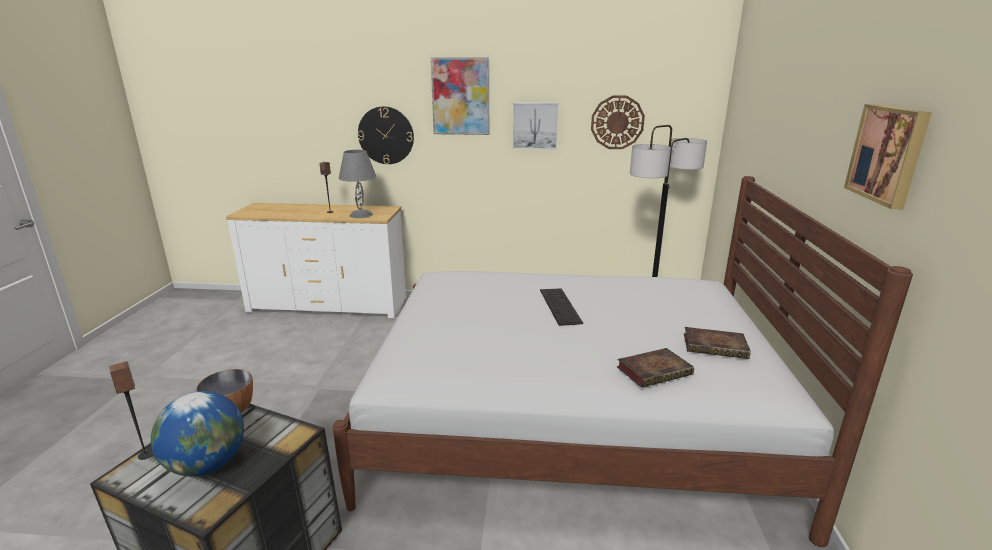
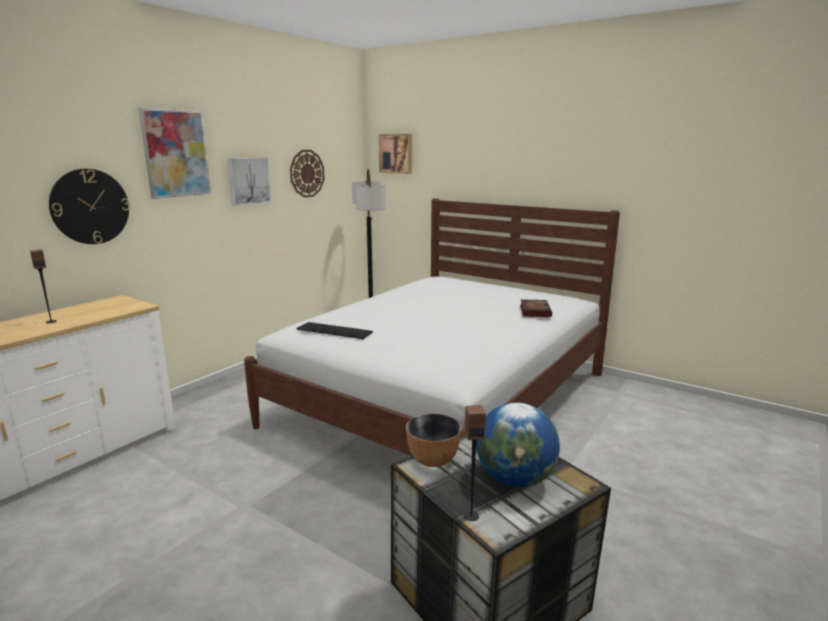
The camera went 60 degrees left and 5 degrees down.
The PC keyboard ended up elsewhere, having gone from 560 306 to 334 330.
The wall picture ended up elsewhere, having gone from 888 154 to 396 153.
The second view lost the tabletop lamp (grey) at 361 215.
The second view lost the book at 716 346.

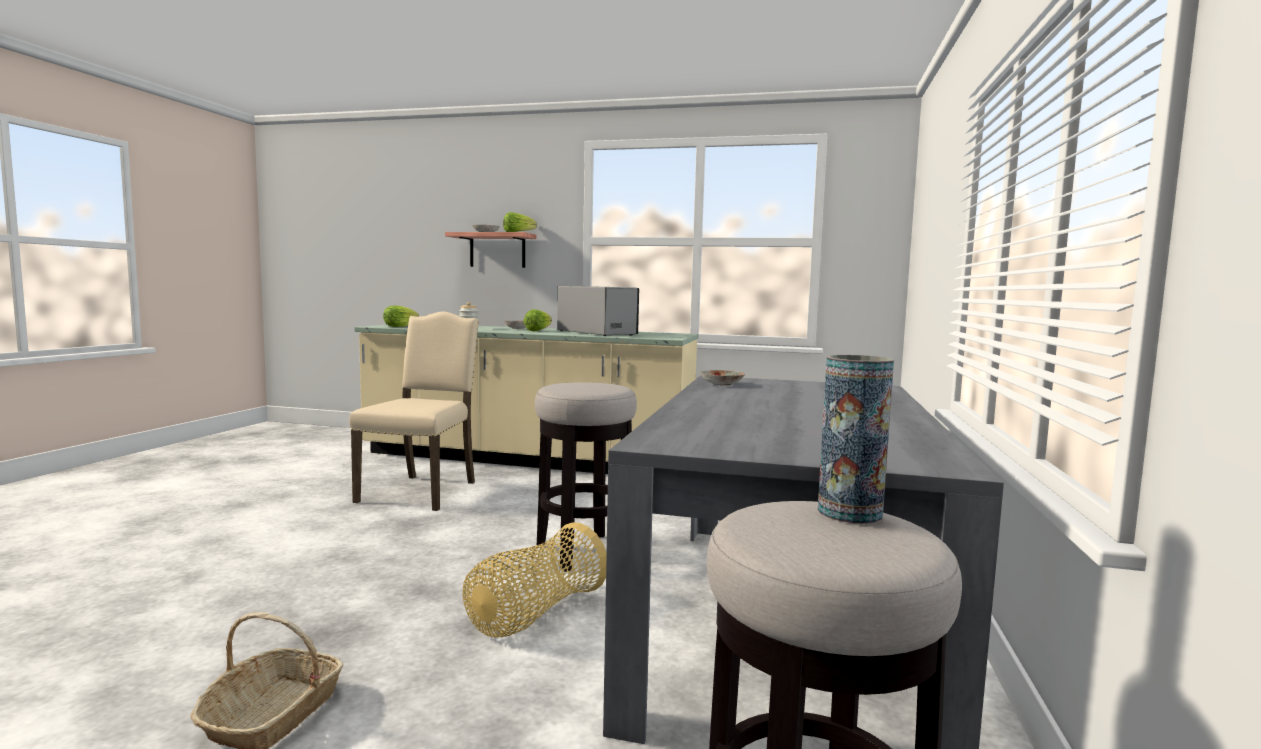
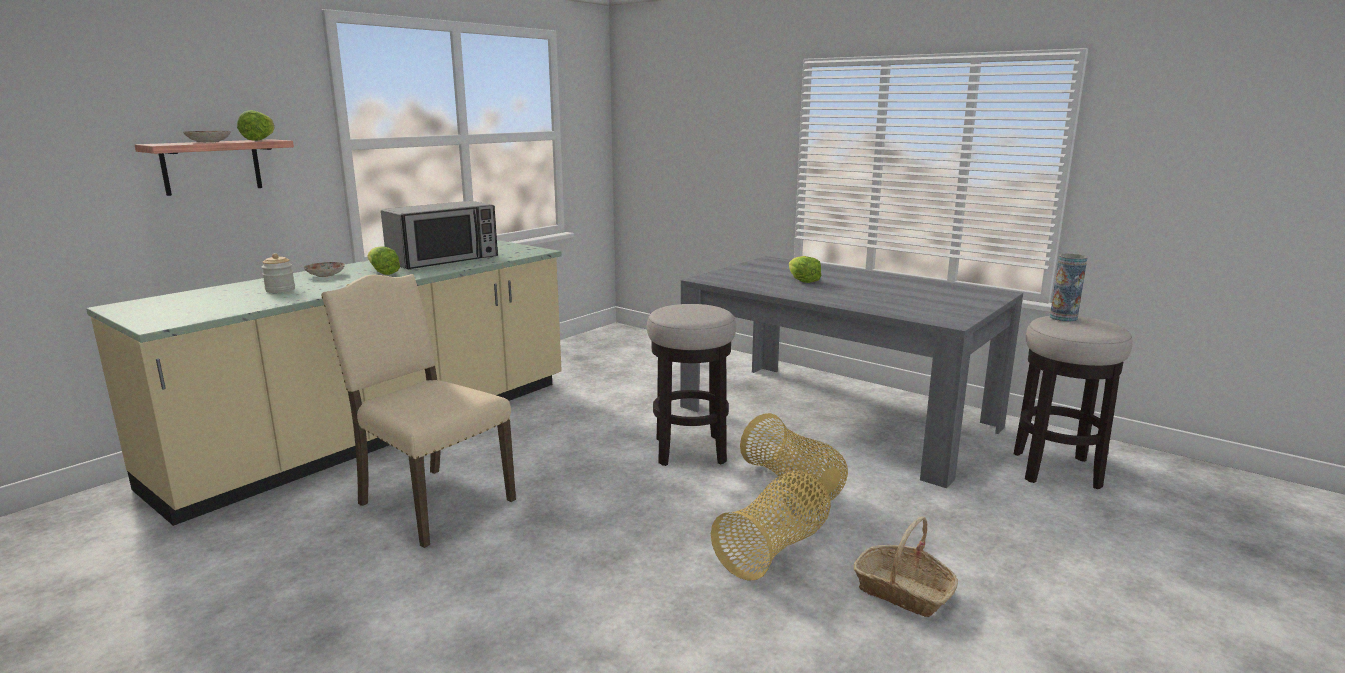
The camera went 65 degrees left and 10 degrees up.
The kitchen microwave at 596 333 ended up facing another way, 150 degrees clockwise from before.
The second view gained the basket at 774 549.
The lettuce ended up elsewhere, having gone from 399 326 to 802 280.
The second view lost the dinner plate at 722 384.

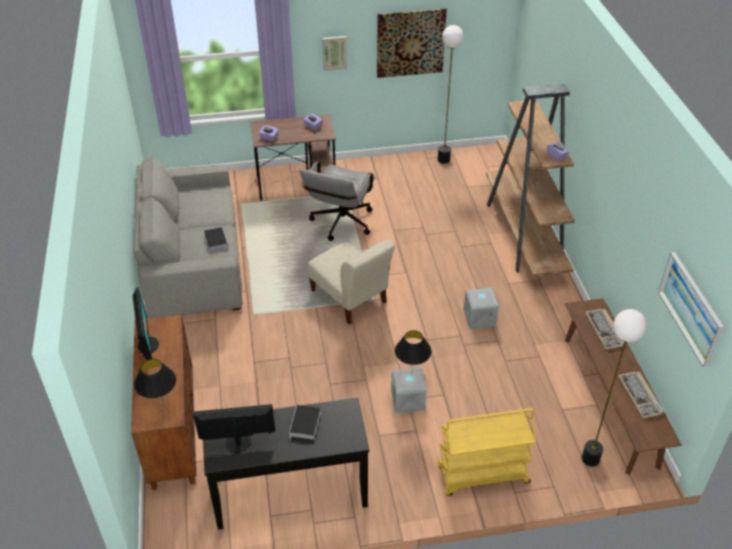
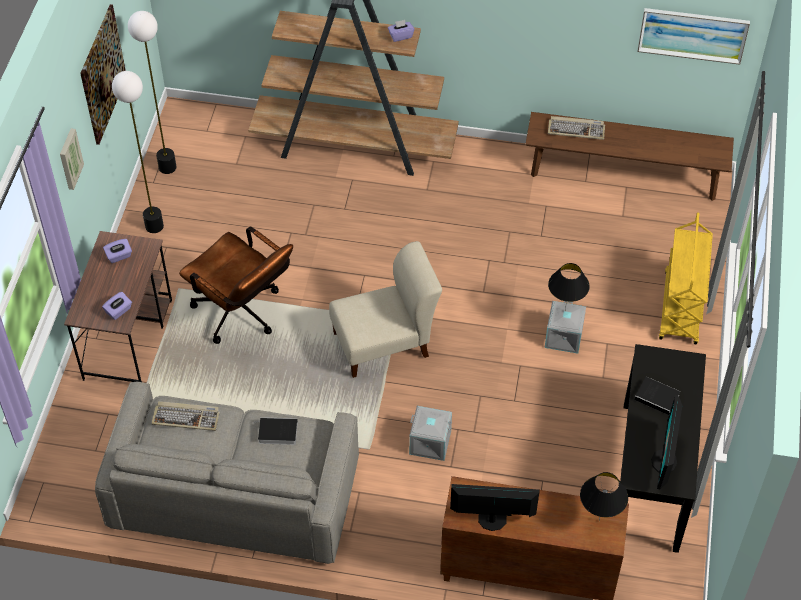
The camera went 70 degrees left and 10 degrees up.
The standing lamp ended up elsewhere, having gone from 590 458 to 154 226.
The PC keyboard ended up elsewhere, having gone from 640 396 to 187 417.
What was the desk chair (grey) at 339 225 turned into the desk chair (brownish) at 242 315.
The storage box (grey) ended up elsewhere, having gone from 478 317 to 429 443.

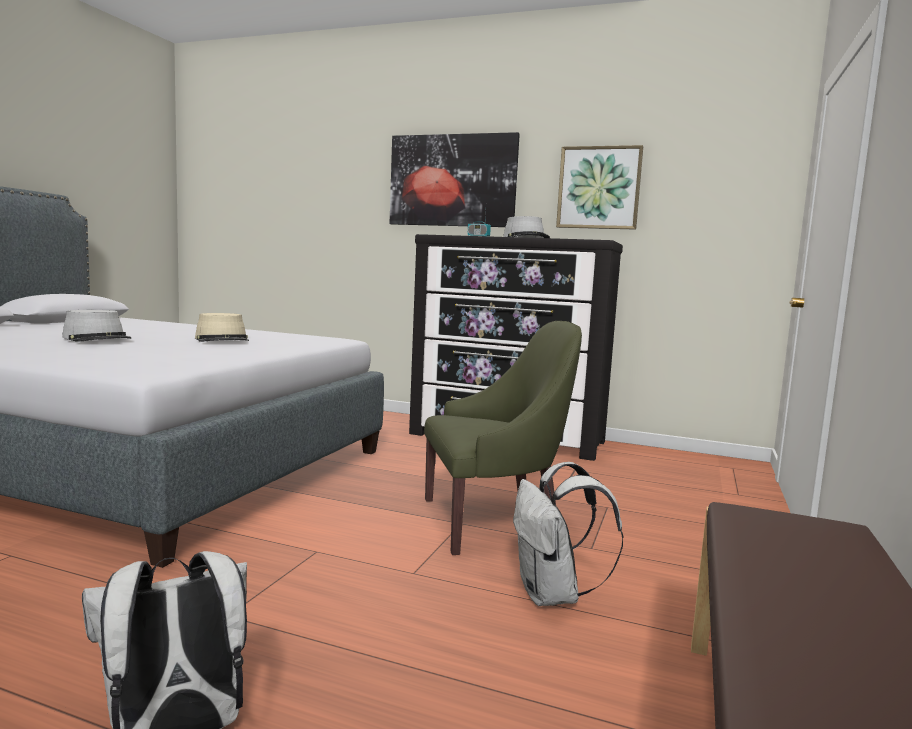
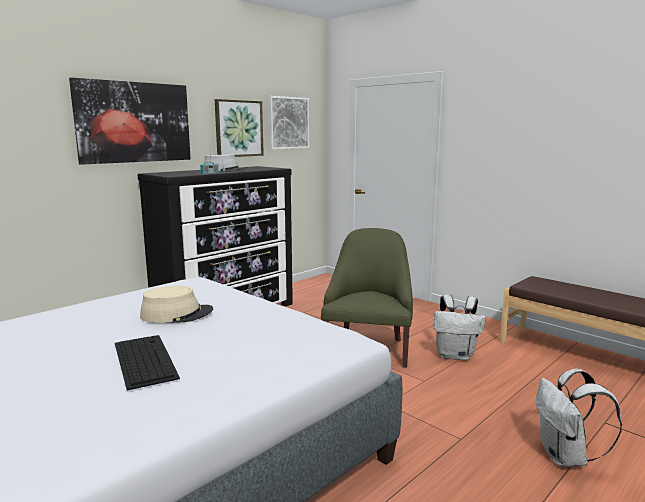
The camera went 65 degrees left and 5 degrees up.
Where the hat (grey) stood at 97 338, the PC keyboard came to stand at 144 359.
The second view gained the wall picture at 288 123.

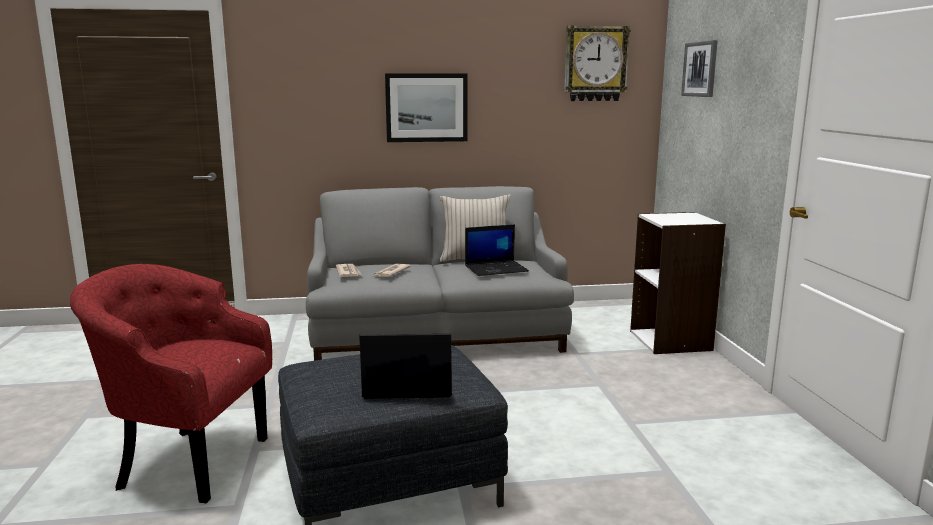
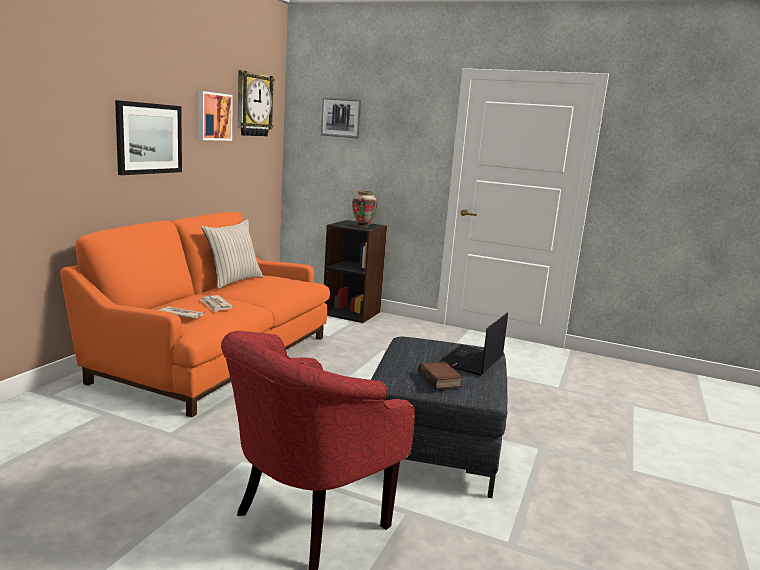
The camera went 60 degrees left and 0 degrees up.
What was the couch (grey) at 437 333 turned into the couch (orange) at 215 356.
The second view gained the wall picture at 213 116.
What was the bookshelf (white) at 671 341 turned into the bookshelf (blackish) at 352 313.
The second view gained the flower vase at 363 227.
The second view gained the book at 441 379.
The second view lost the portable computer at 496 268.

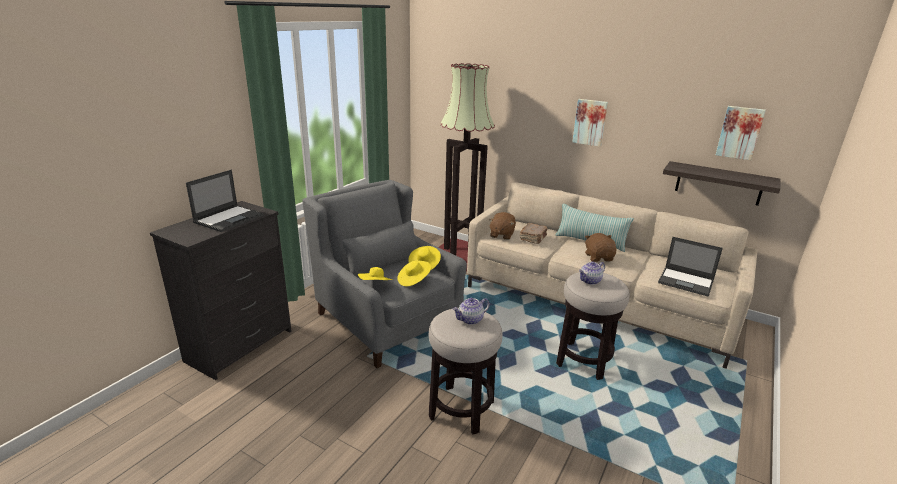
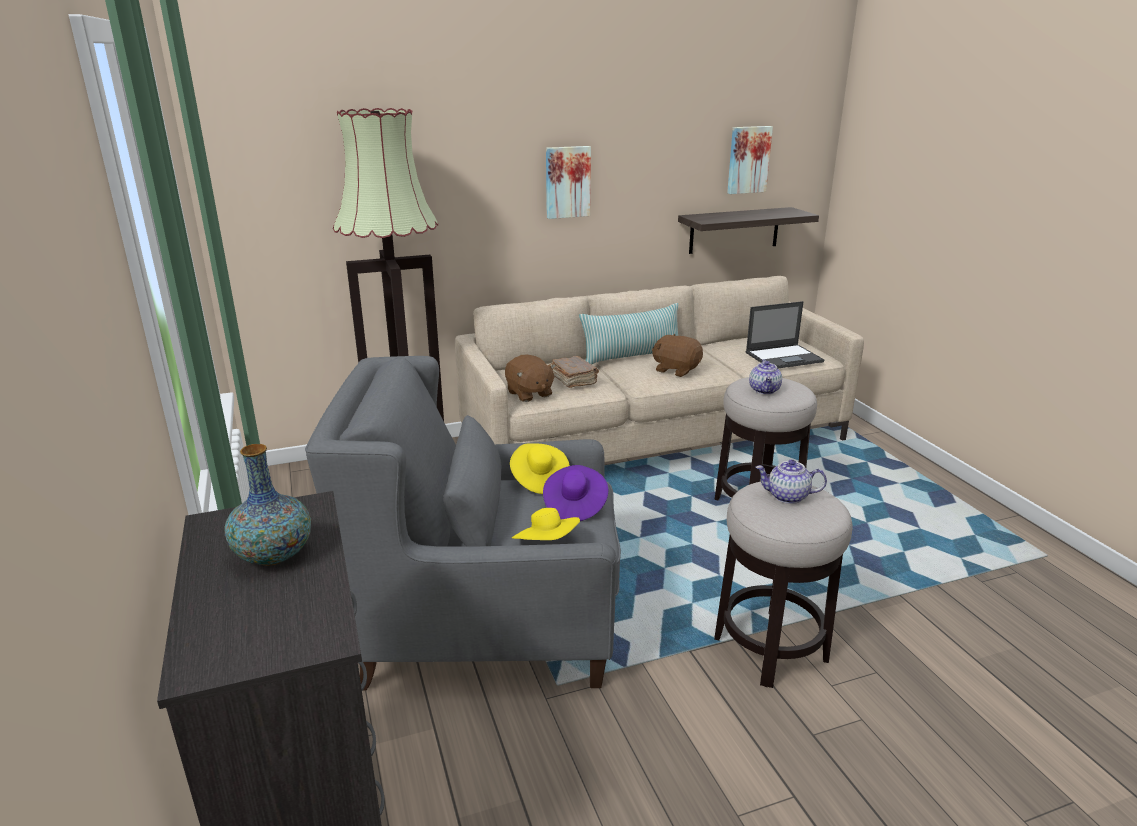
The camera went 50 degrees left and 0 degrees up.
Where the portable computer stood at 229 218, the flower vase came to stand at 273 555.
What was the hat (yellowish) at 414 280 turned into the hat (purple-coloured) at 574 506.
The pot for tea at 470 320 ended up facing another way, 90 degrees clockwise from before.

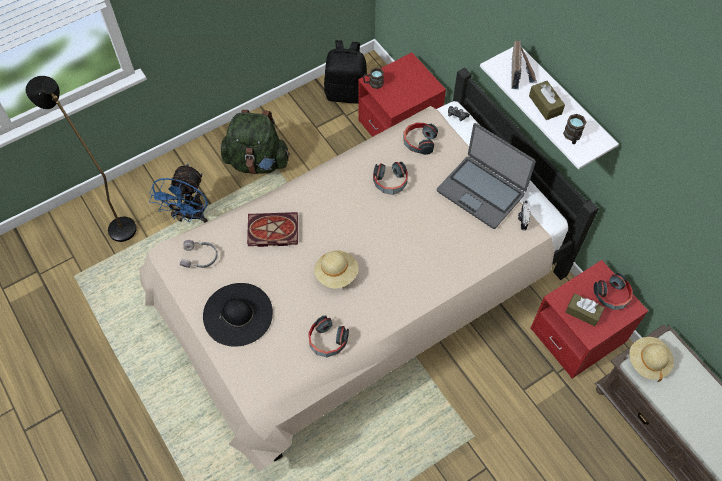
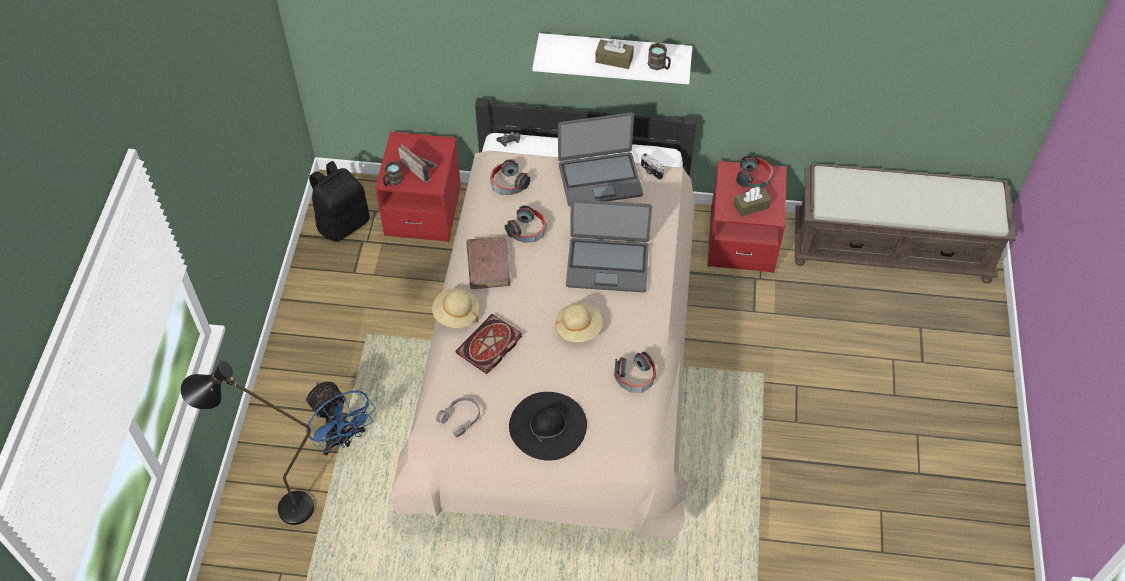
The camera went 50 degrees left and 5 degrees down.
The radio ended up elsewhere, having gone from 520 73 to 418 167.
The hat (beige) ended up elsewhere, having gone from 647 362 to 456 314.
The second view gained the book (brownish) at 488 264.
The second view gained the portable computer at 607 264.
The second view lost the rucksack (greenish) at 257 162.

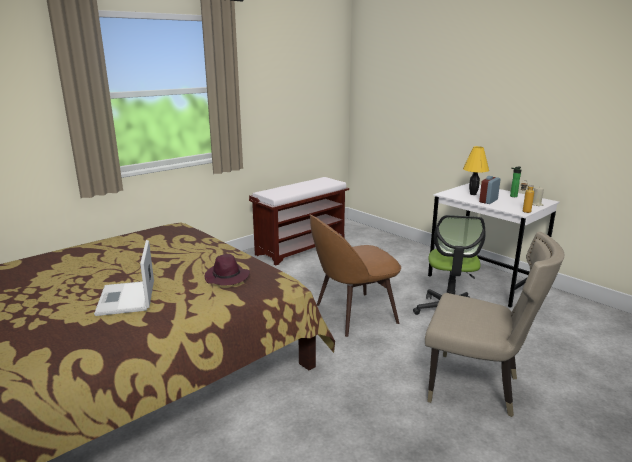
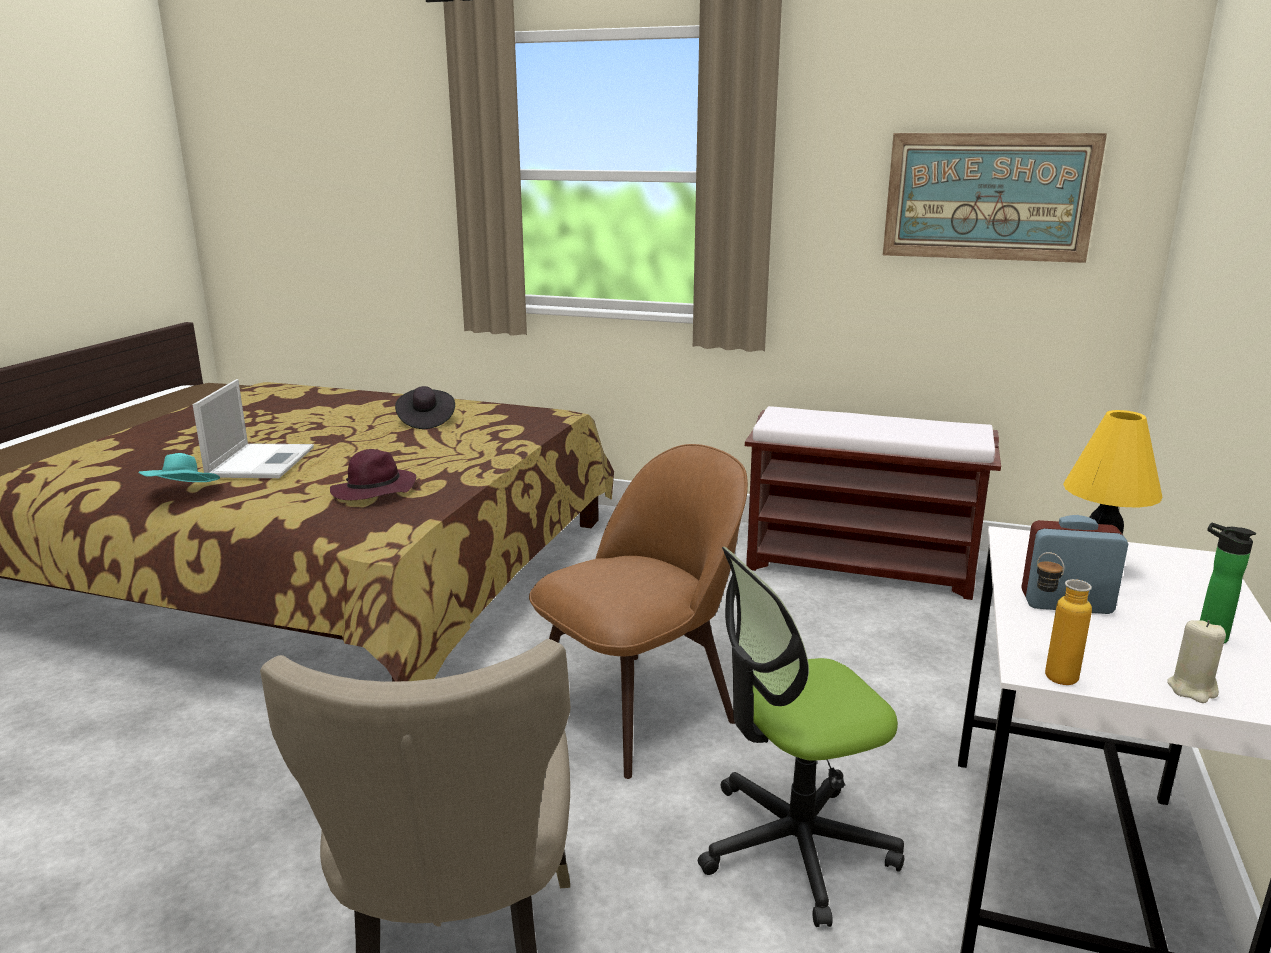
The camera went 60 degrees right and 0 degrees up.
The second view gained the hat (turquoise) at 183 493.
The portable computer at 126 299 ended up facing another way, 135 degrees clockwise from before.
The second view gained the hat (blackish) at 425 421.
The chair (brownish) at 352 314 ended up facing another way, 105 degrees clockwise from before.
The second view gained the wall picture at 988 197.

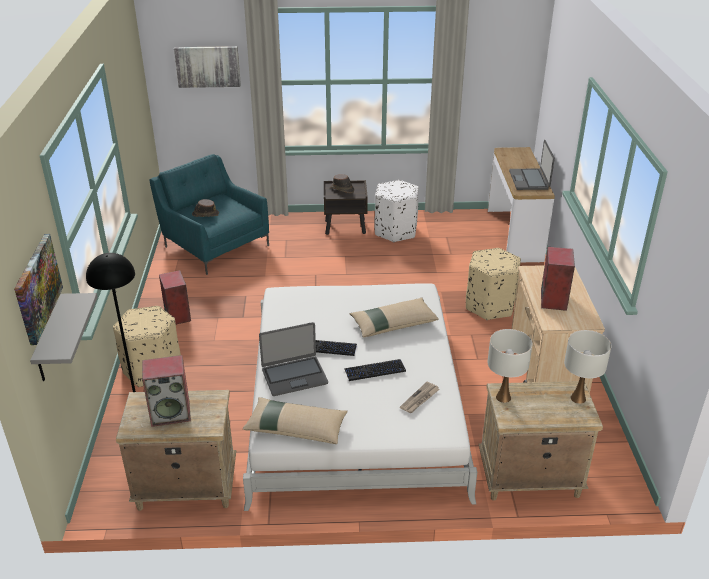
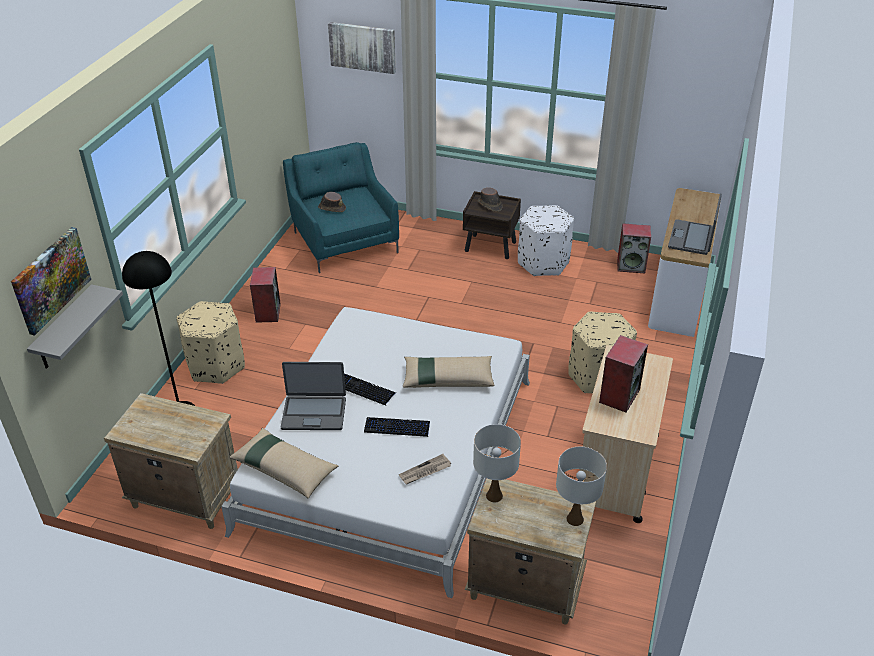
The camera went 20 degrees right and 5 degrees up.
The loudspeaker ended up elsewhere, having gone from 171 413 to 631 266.

